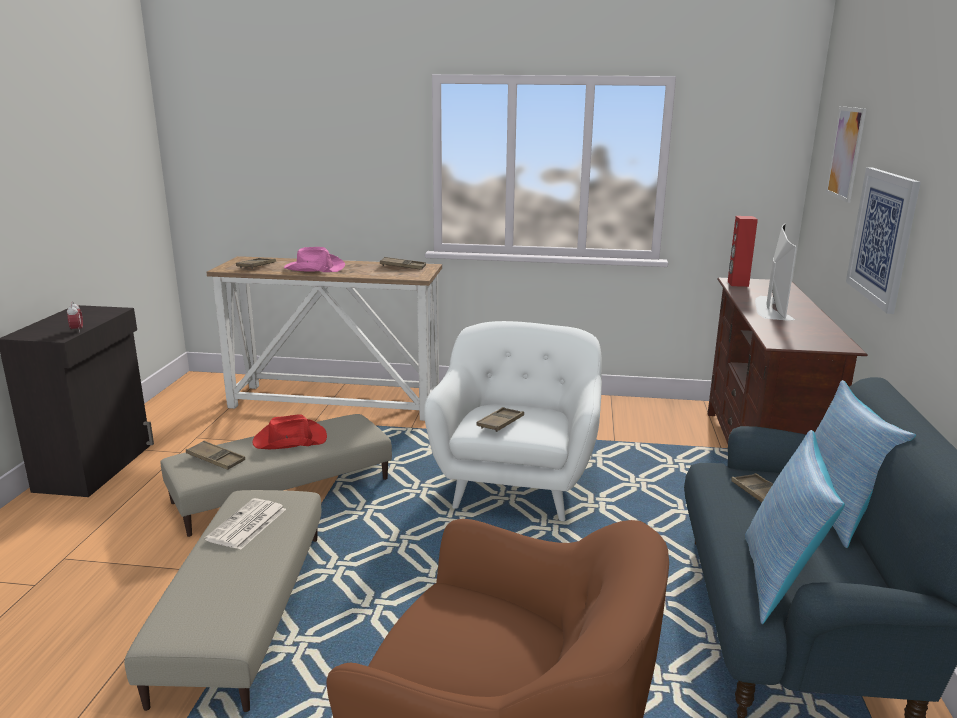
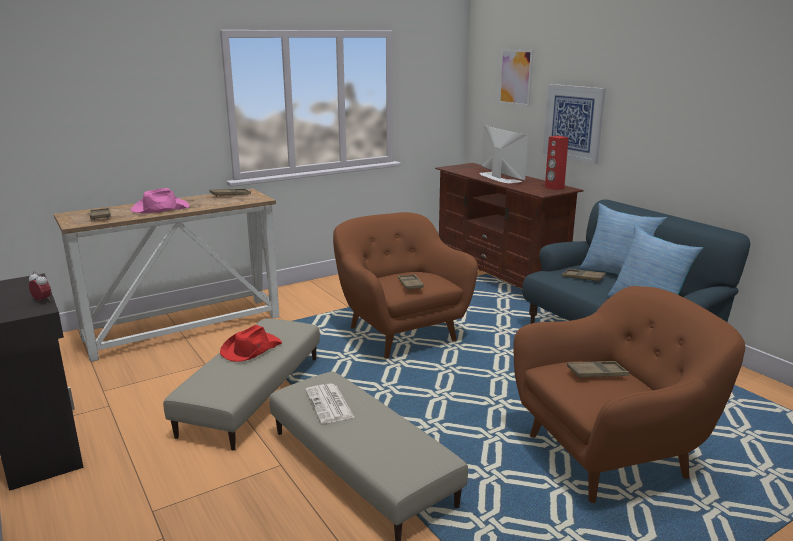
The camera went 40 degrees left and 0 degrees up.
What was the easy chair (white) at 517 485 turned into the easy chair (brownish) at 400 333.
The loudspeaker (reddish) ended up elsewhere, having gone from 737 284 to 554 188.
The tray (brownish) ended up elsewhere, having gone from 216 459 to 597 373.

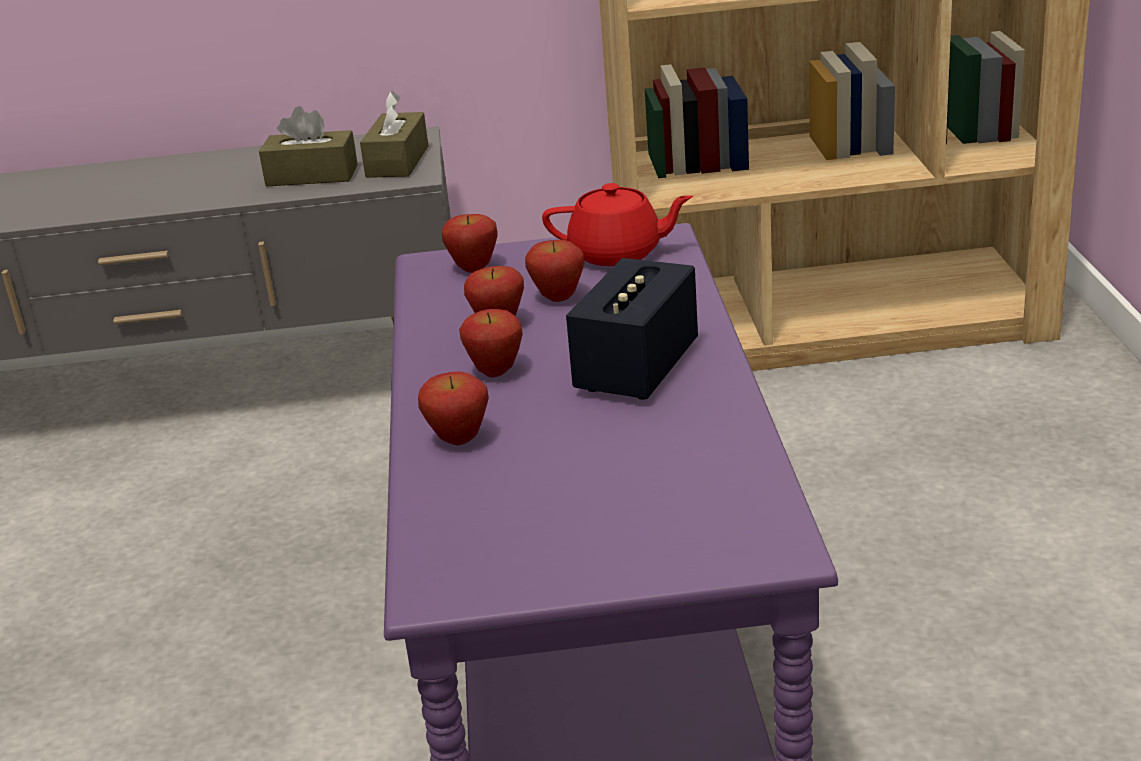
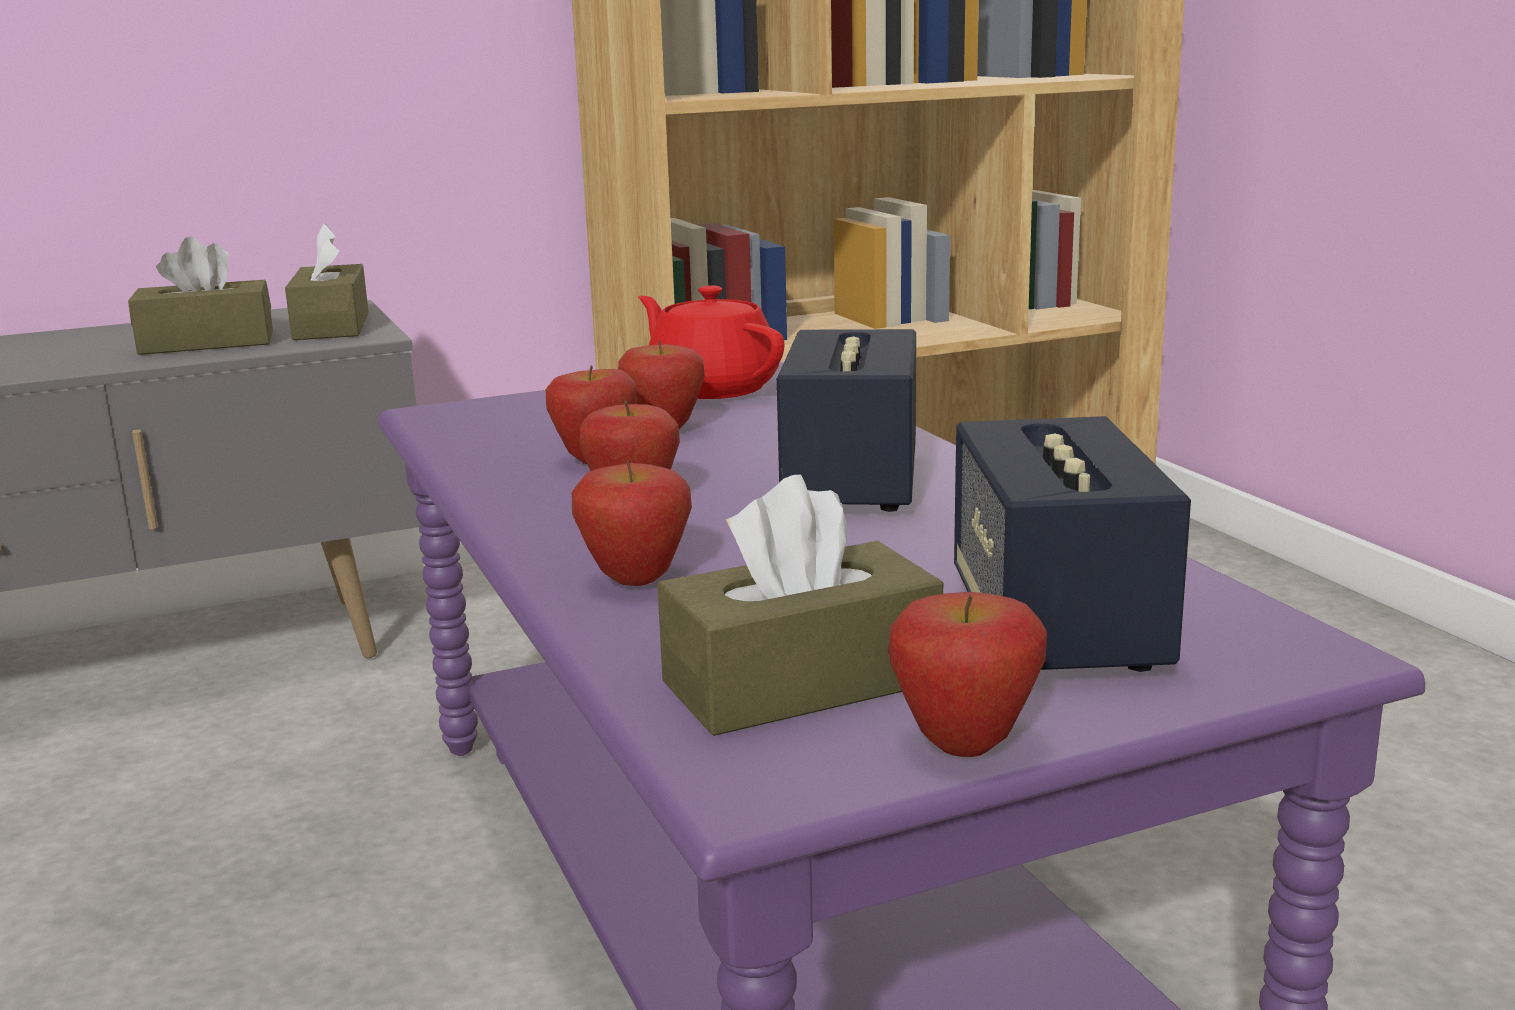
The camera went 20 degrees left and 10 degrees down.
The pot for tea (reddish) at 618 254 ended up facing another way, 120 degrees counterclockwise from before.
The second view gained the tissue holder (brownish) at 801 683.
The apple fruit ended up elsewhere, having gone from 474 269 to 964 745.
The second view gained the loudspeaker at 1056 627.

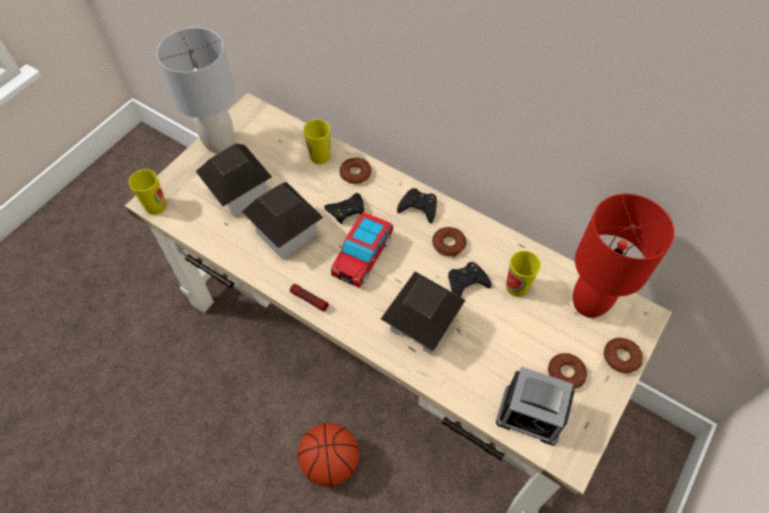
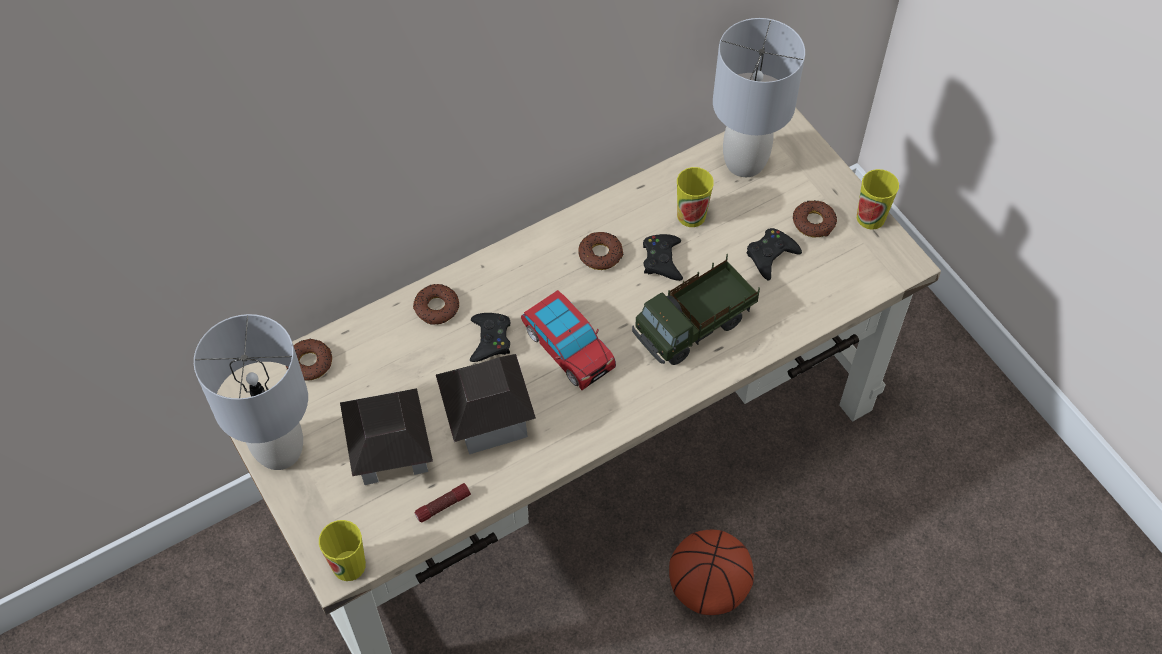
The camera went 65 degrees left and 0 degrees up.
The donut ended up elsewhere, having gone from 621 357 to 310 363.
The hand torch ended up elsewhere, having gone from 309 300 to 443 506.
Where the miniature house stood at 421 325, the toy truck came to stand at 694 327.
What was the tabletop lamp (reddish) at 589 303 turned into the tabletop lamp (grey) at 744 162.
The gamepad (blackish) ended up elsewhere, having gone from 418 207 to 771 256.
The cup ended up elsewhere, having gone from 320 156 to 870 217.
The second view lost the alarm clock at 530 415.

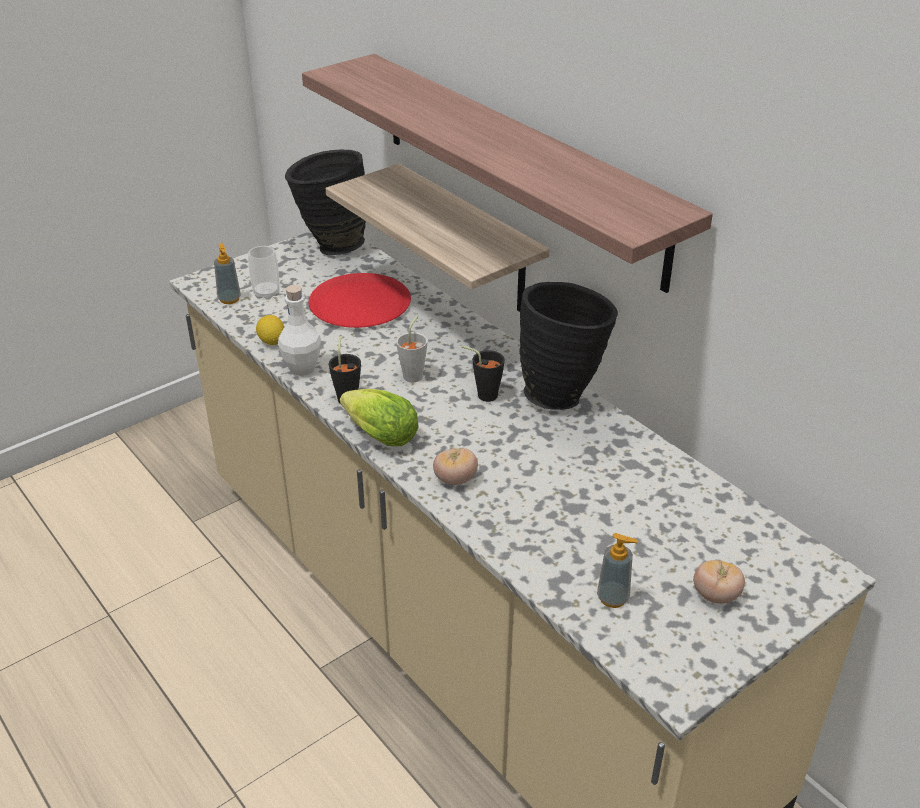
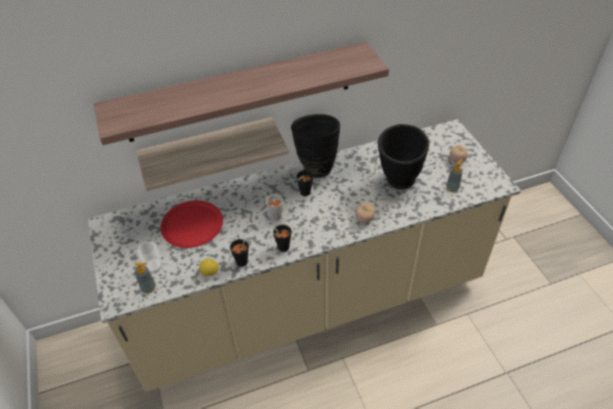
The camera went 70 degrees left and 10 degrees up.
Where the bottle (white) stood at 302 368, the cup (blackish) came to stand at 244 262.
The flower vase (blackish) ended up elsewhere, having gone from 330 246 to 398 184.
The second view lost the lettuce at 377 434.

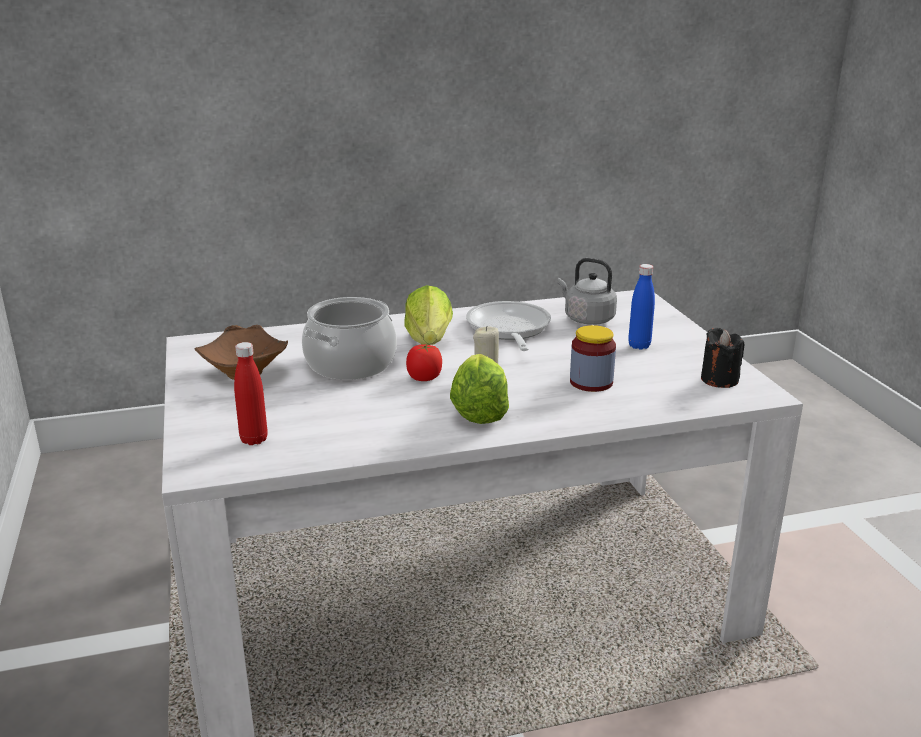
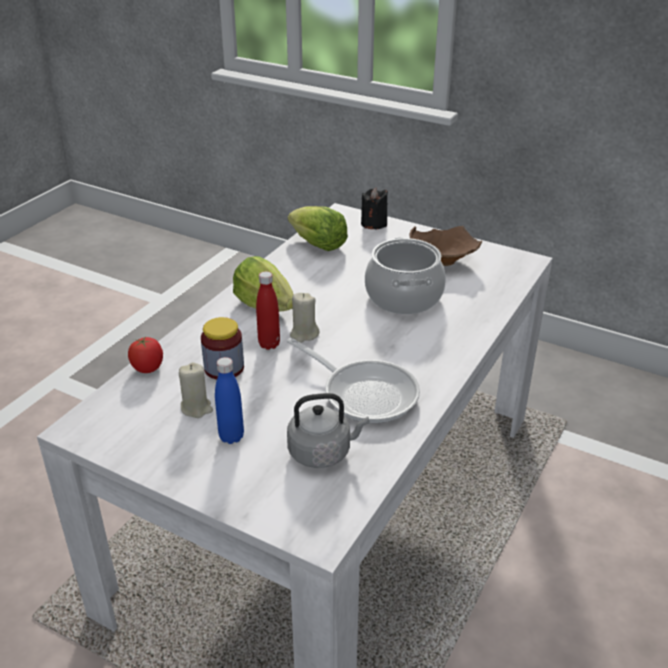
The camera went 135 degrees right and 10 degrees up.
The fresh tomato ended up elsewhere, having gone from 424 378 to 148 368.
The second view gained the wax light (beige) at 196 408.
The bottle (reddish) ended up elsewhere, having gone from 254 440 to 269 344.
The lettuce ended up elsewhere, having gone from 429 341 to 318 245.
The wax light (blackish) ended up elsewhere, having gone from 719 379 to 374 224.

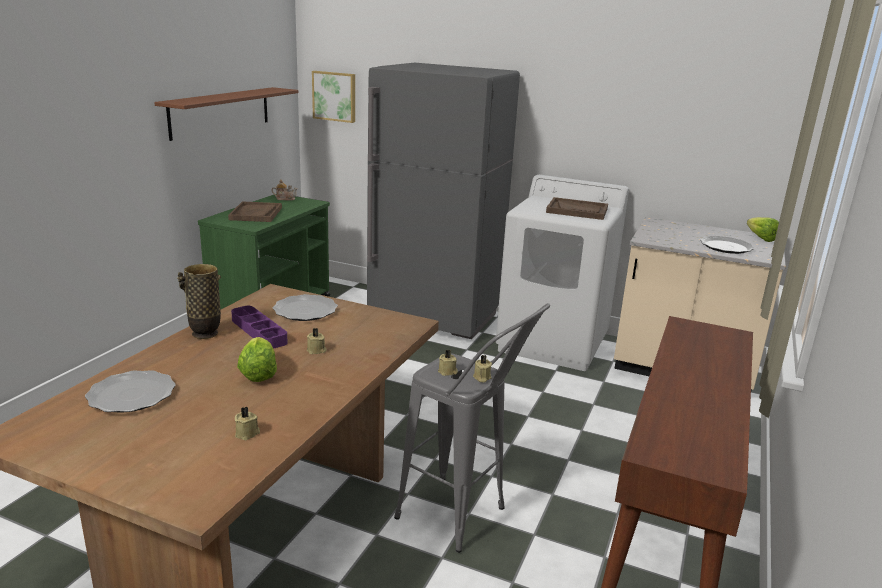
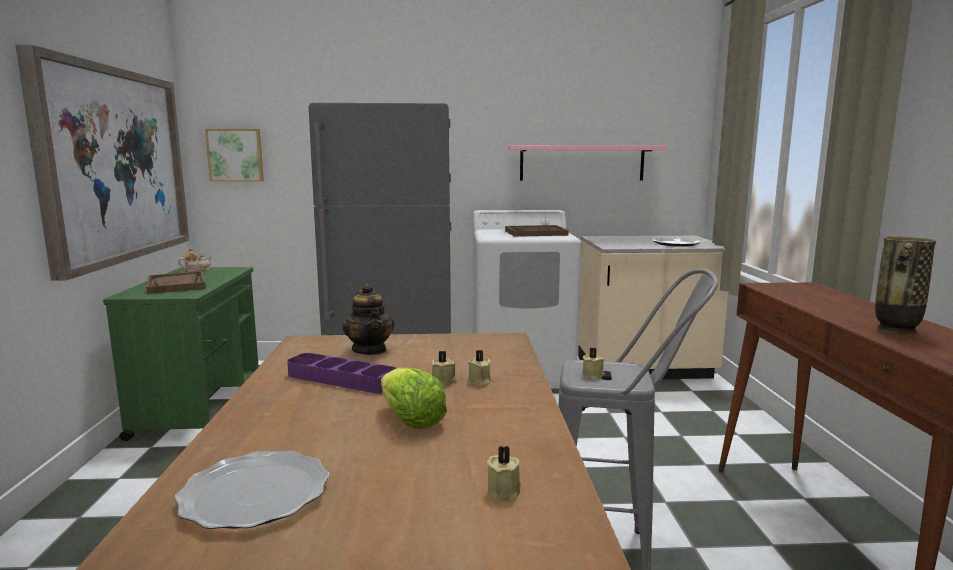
The camera went 25 degrees left and 10 degrees down.
Where the shelf (brownish) hung at 221 112, the wall picture came to hang at 115 165.
Where the dinner plate stood at 305 310, the pot for tea came to stand at 370 350.
The wax light (beige) ended up elsewhere, having gone from 481 378 to 479 381.
The second view gained the shelf (pink) at 582 163.
The flower vase ended up elsewhere, having gone from 205 334 to 896 331.
The second view lost the lettuce at 759 237.

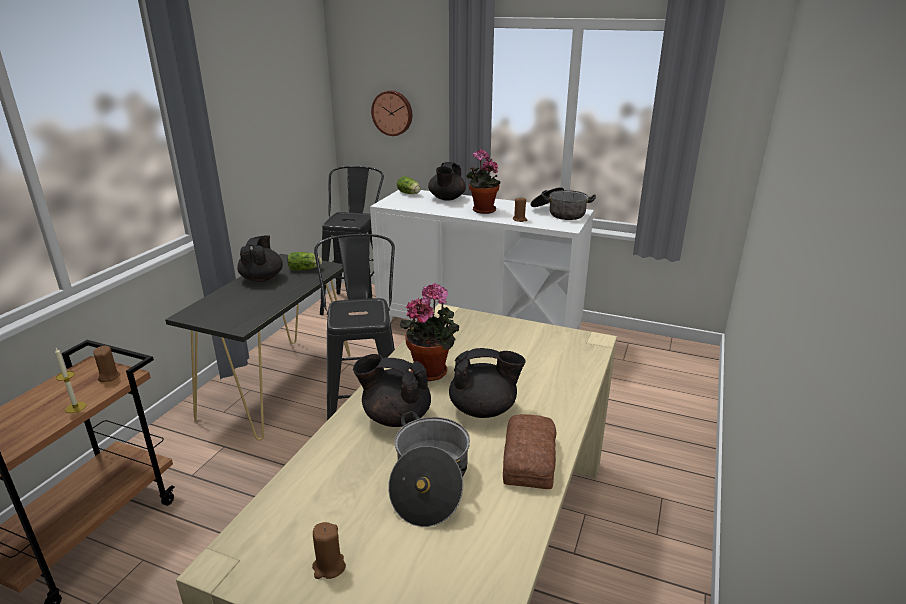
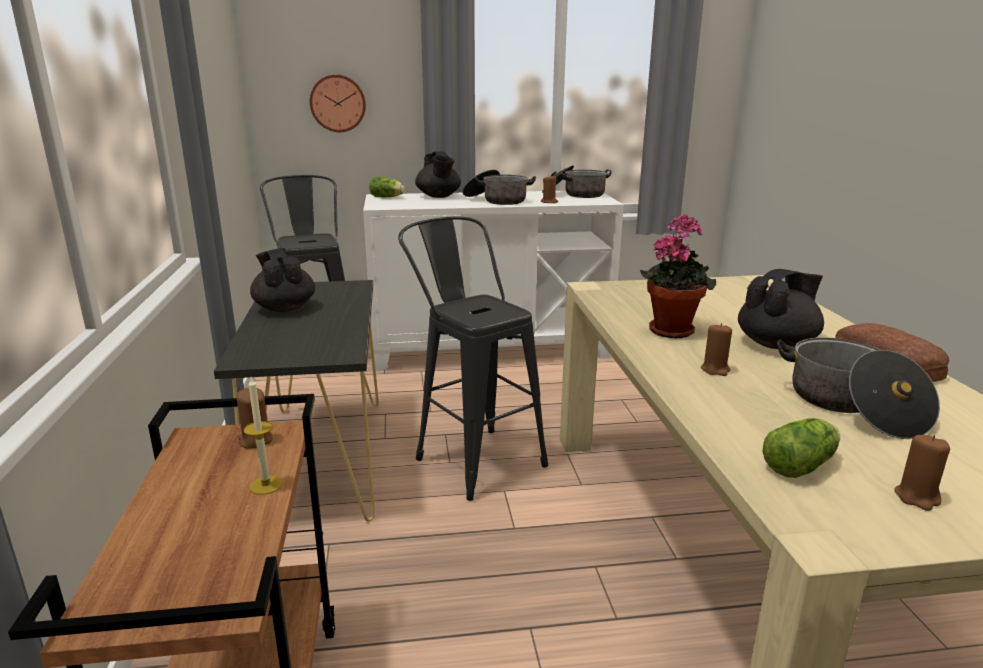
The camera went 30 degrees left and 5 degrees down.
Where the houseplant stood at 481 210, the cooking pot came to stand at 496 200.
Where the pot for tea (blackish) stood at 395 417, the wax light (brownish) came to stand at 715 369.
The lettuce ended up elsewhere, having gone from 305 269 to 802 465.

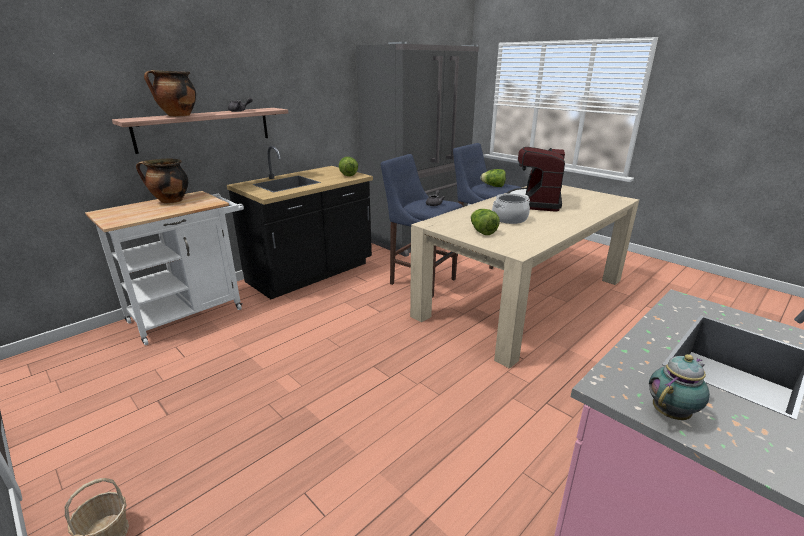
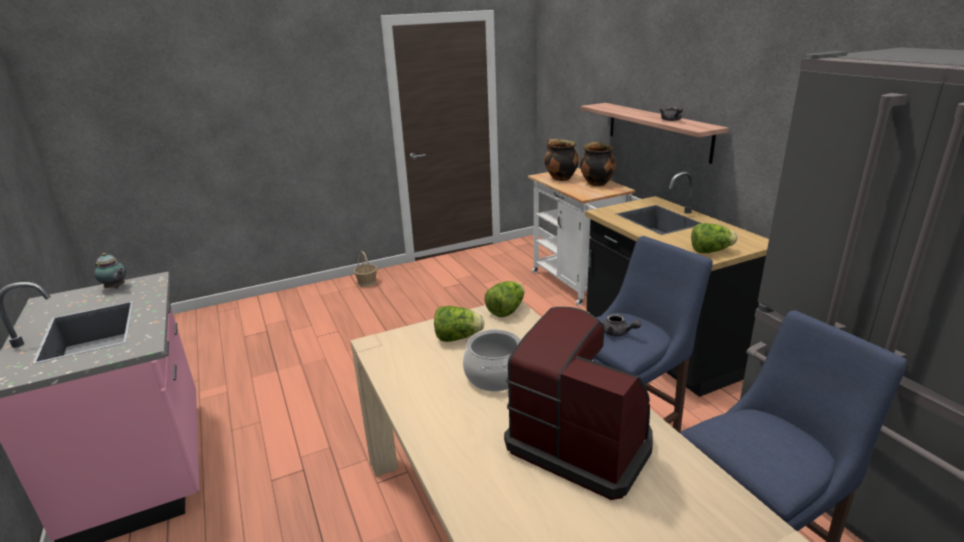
The camera went 110 degrees right and 0 degrees up.
The pot for tea at 671 413 ended up facing another way, 45 degrees counterclockwise from before.
The lettuce ended up elsewhere, having gone from 493 186 to 506 310.
The cooking pot ended up elsewhere, having gone from 178 116 to 560 178.

